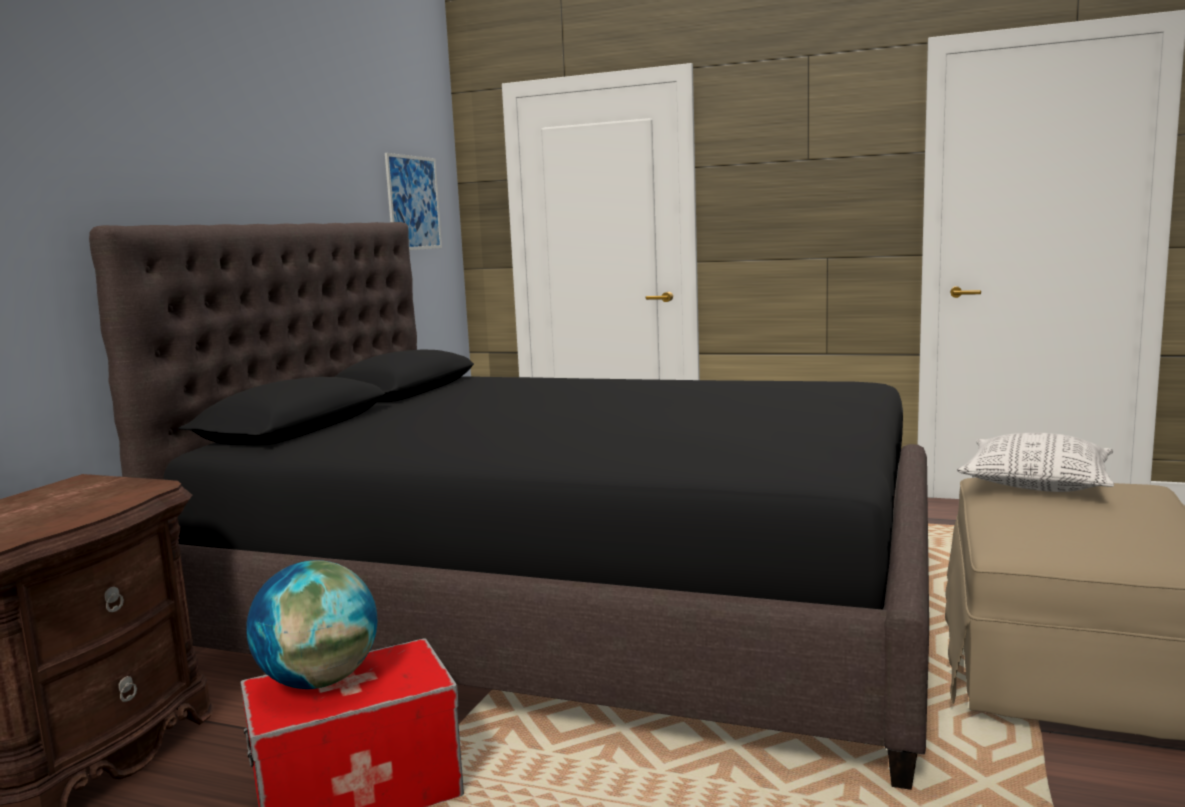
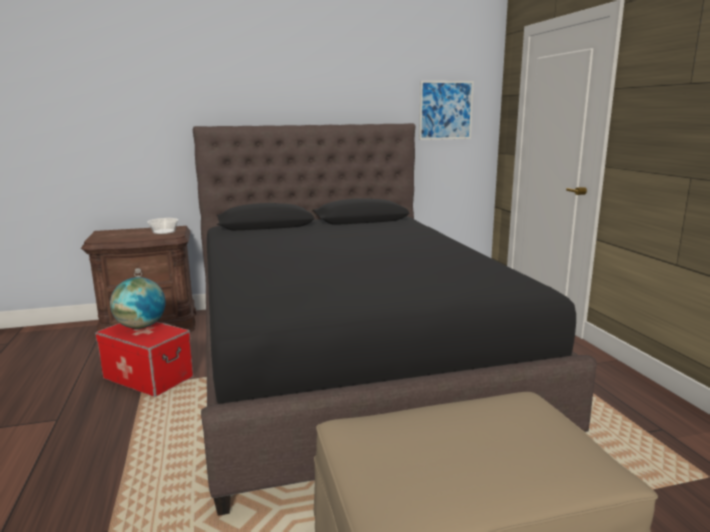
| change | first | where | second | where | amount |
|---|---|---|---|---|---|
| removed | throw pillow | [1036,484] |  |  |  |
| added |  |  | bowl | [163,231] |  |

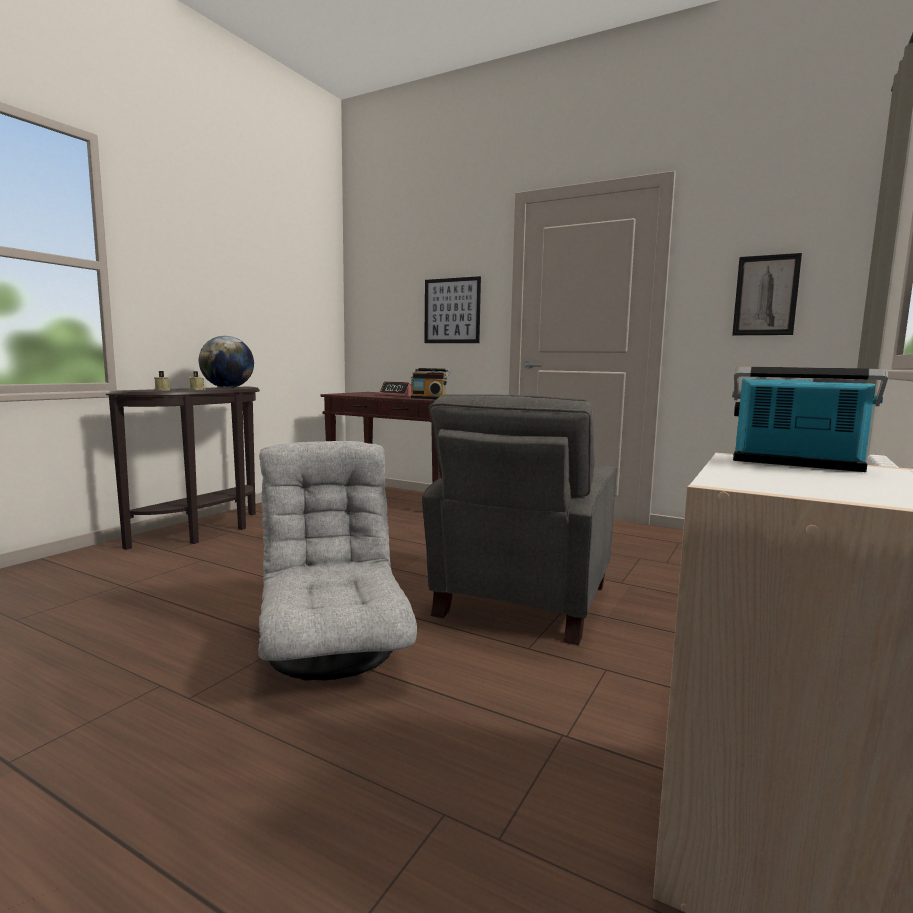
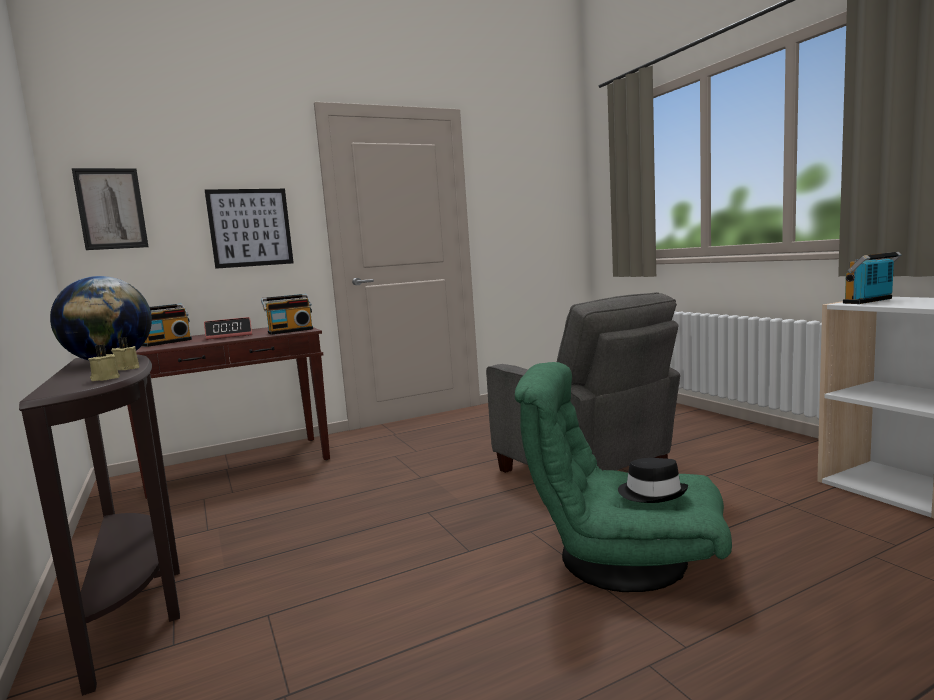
| change | first | where | second | where | amount |
|---|---|---|---|---|---|
| recoloured | gray lounge chair | [335,650] | green lounge chair | [625,559] |  |
| moved | wall art | [766,295] |  | [111,209] |  |
| added |  |  | radio | [166,342] |  |
| added |  |  | black wearable hat | [652,493] |  |

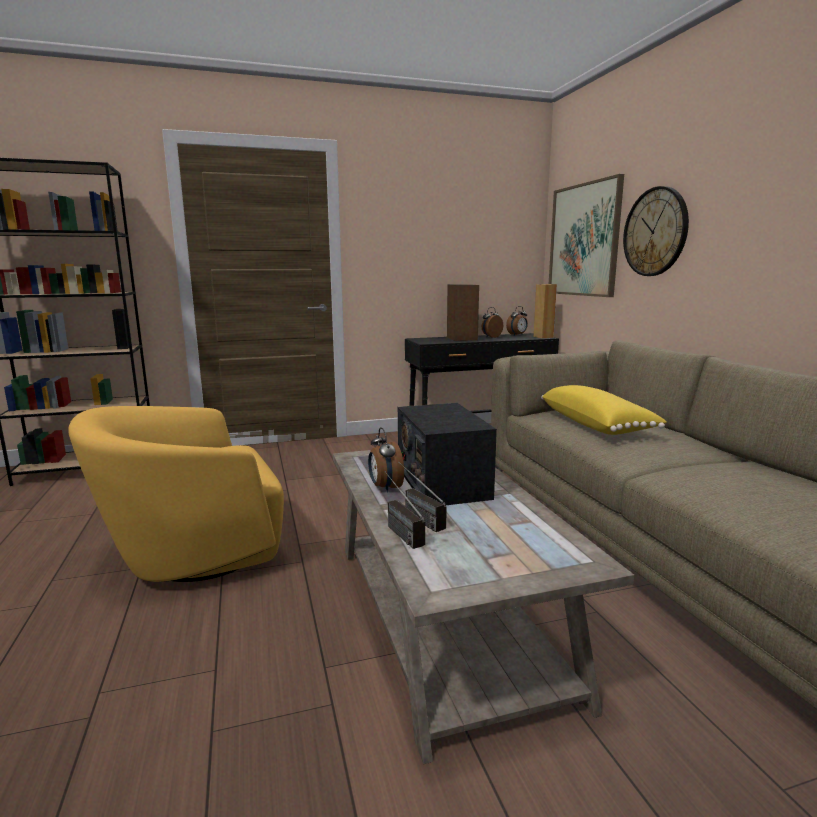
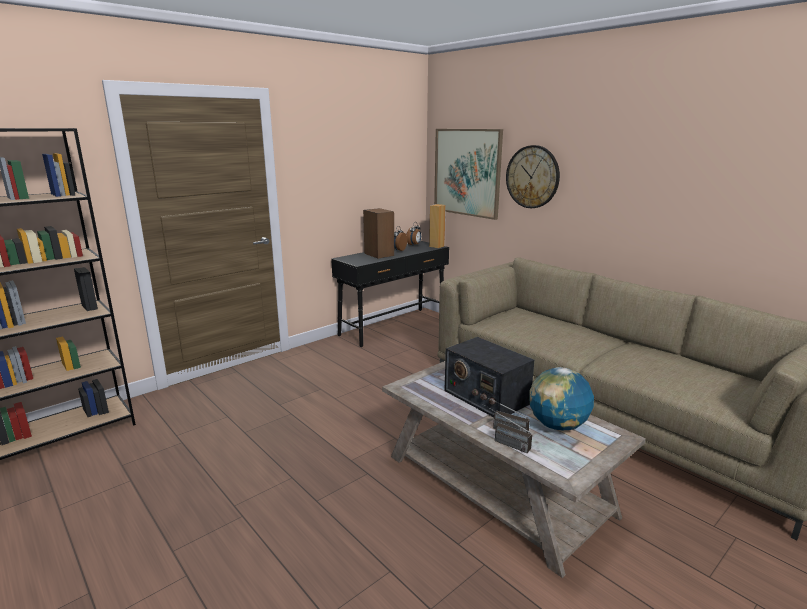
| change | first | where | second | where | amount |
|---|---|---|---|---|---|
| removed | yellow lounge chair | [194,554] |  |  |  |
| removed | alarm clock | [385,487] |  |  |  |
| removed | yellow throw pillow | [596,425] |  |  |  |
| added |  |  | desk globe | [557,425] |  |

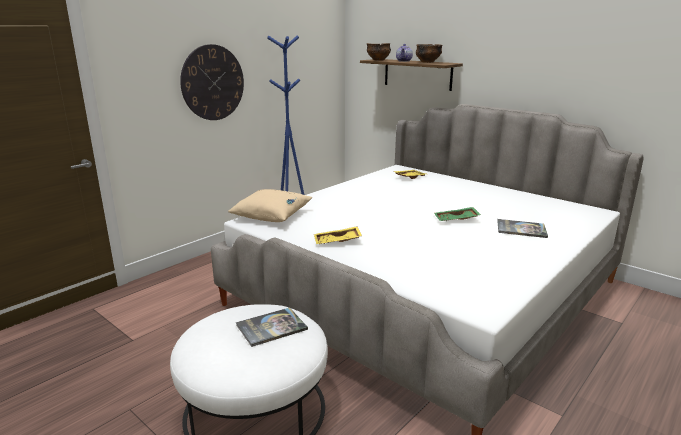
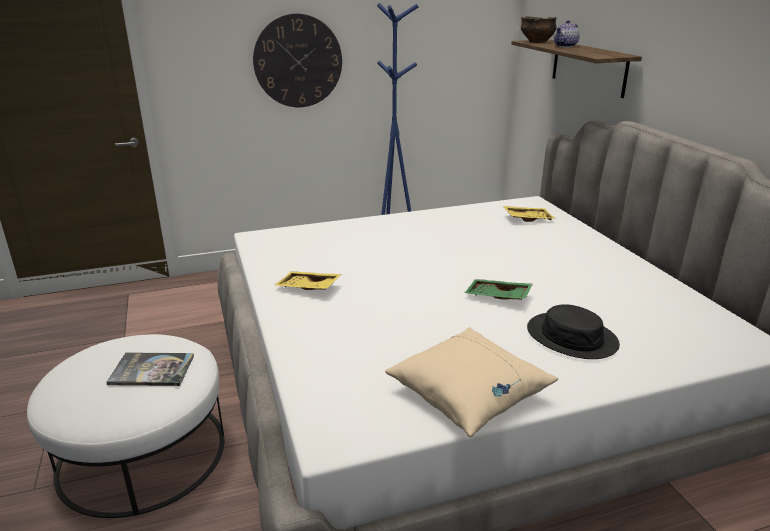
| change | first | where | second | where | amount |
|---|---|---|---|---|---|
| moved | beige throw pillow | [271,216] |  | [468,395] |  |
| removed | bowl | [427,62] |  |  |  |
| replaced | volume | [521,229] | black wearable hat | [571,337] |  |

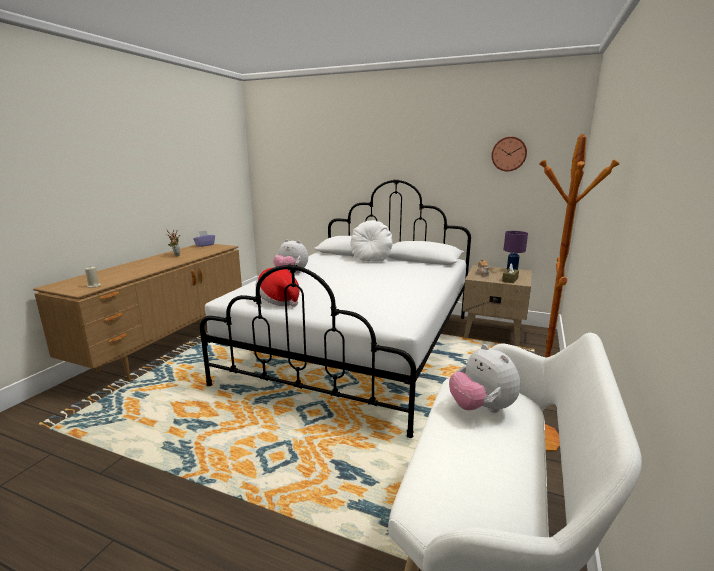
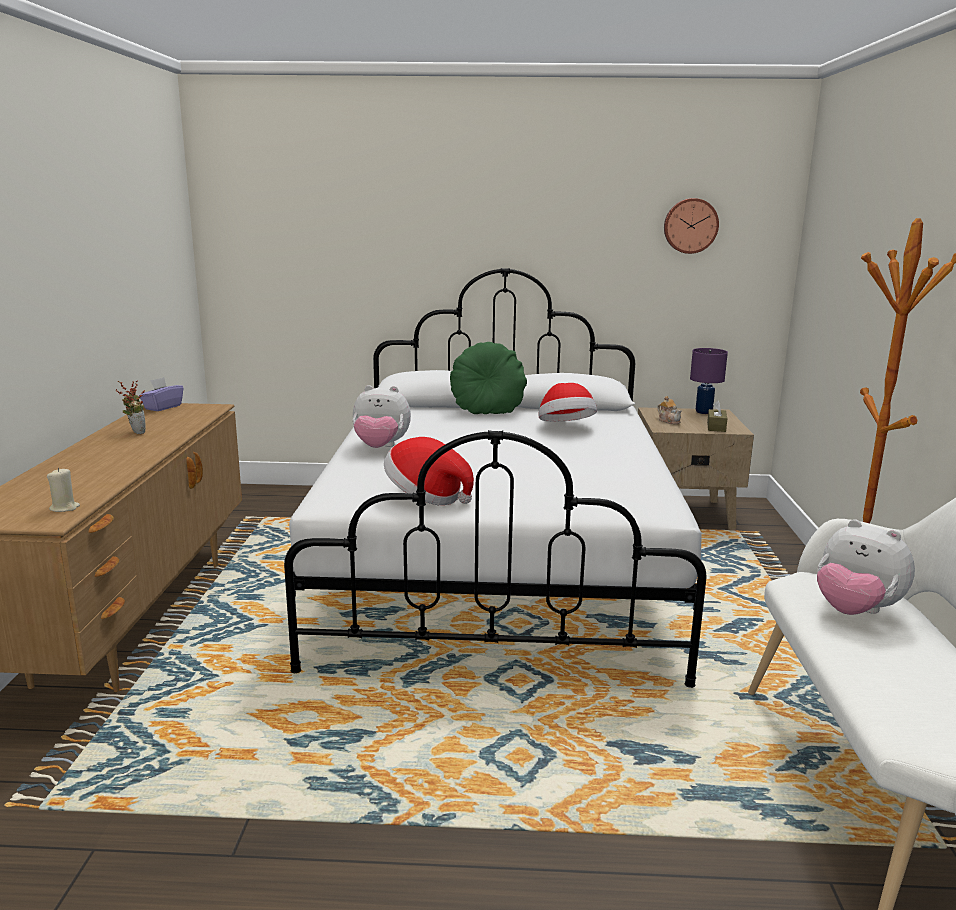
| change | first | where | second | where | amount |
|---|---|---|---|---|---|
| recoloured | white-coloured throw pillow | [371,260] | green throw pillow | [487,412] |  |
| added |  |  | wearable hat | [566,427] |  |

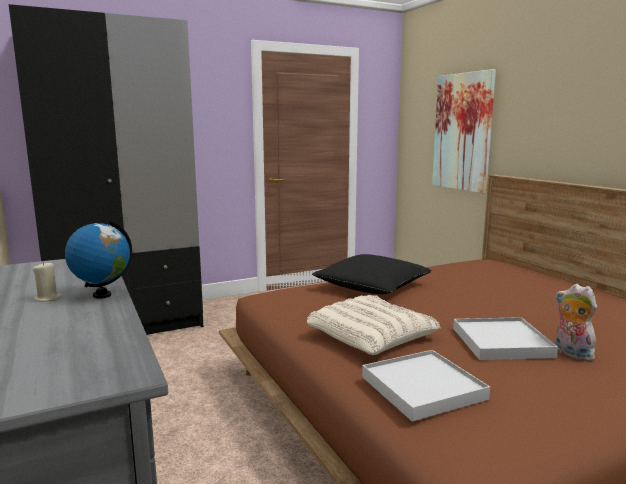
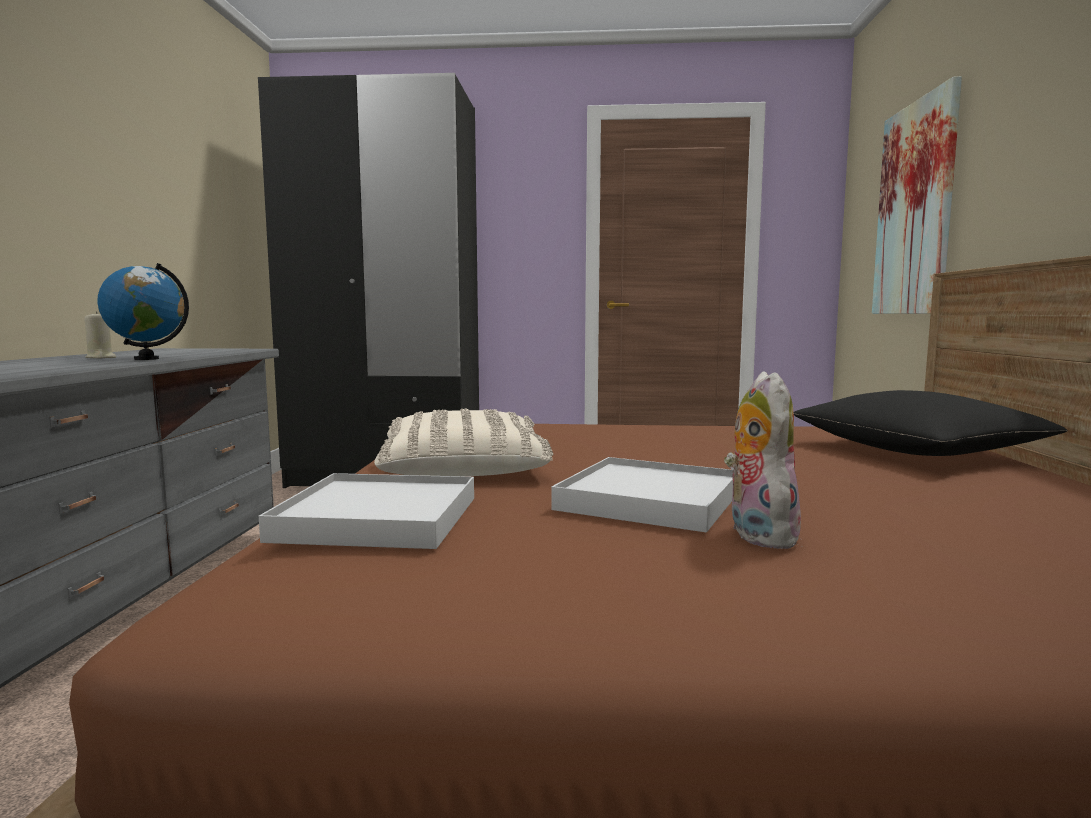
| change | first | where | second | where | amount |
|---|---|---|---|---|---|
| moved | black throw pillow | [372,287] |  | [918,451] |  |

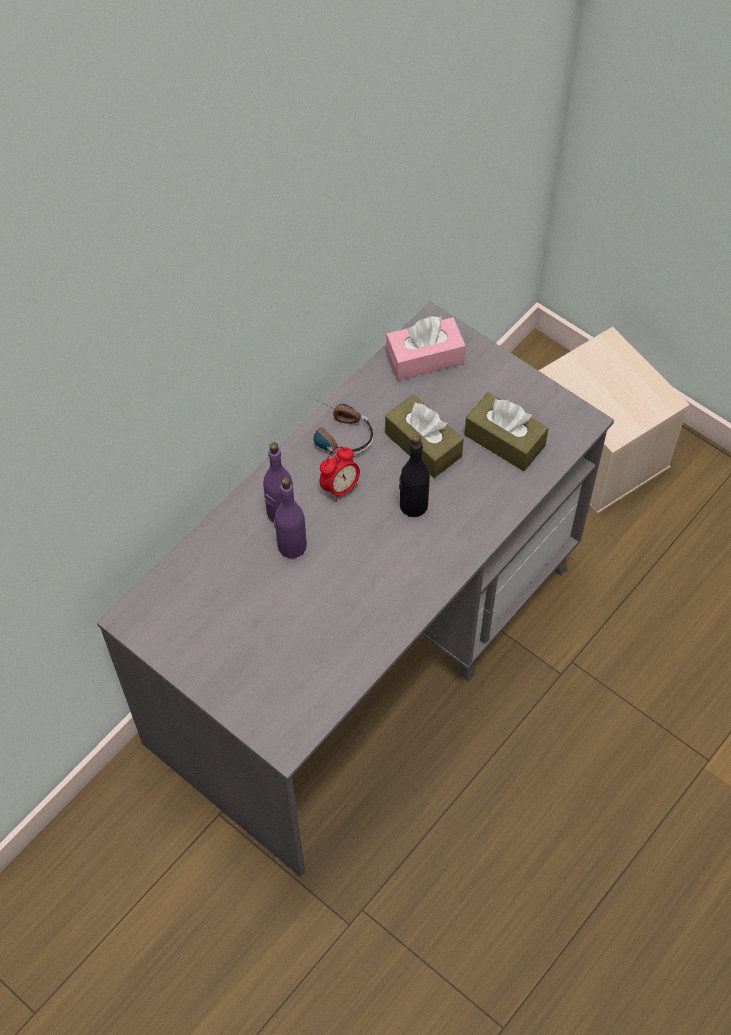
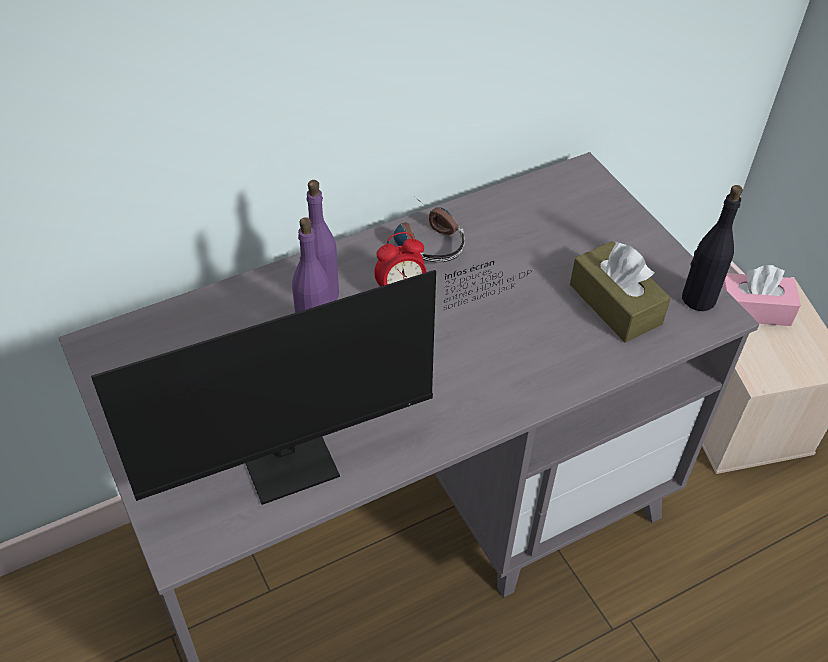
| change | first | where | second | where | amount |
|---|---|---|---|---|---|
| removed | brownish tissue box | [423,445] |  |  |  |
| moved | pink-coloured tissue box | [425,358] |  | [753,309] |  |
| moved | black beverage bottle | [413,505] |  | [698,299] |  |
| added |  |  | computer screen | [303,456] |  |

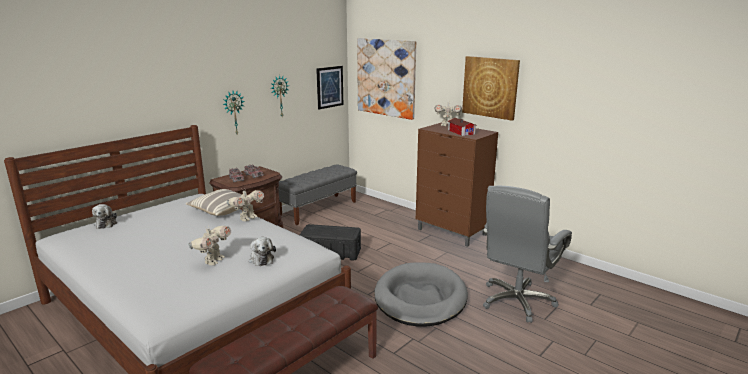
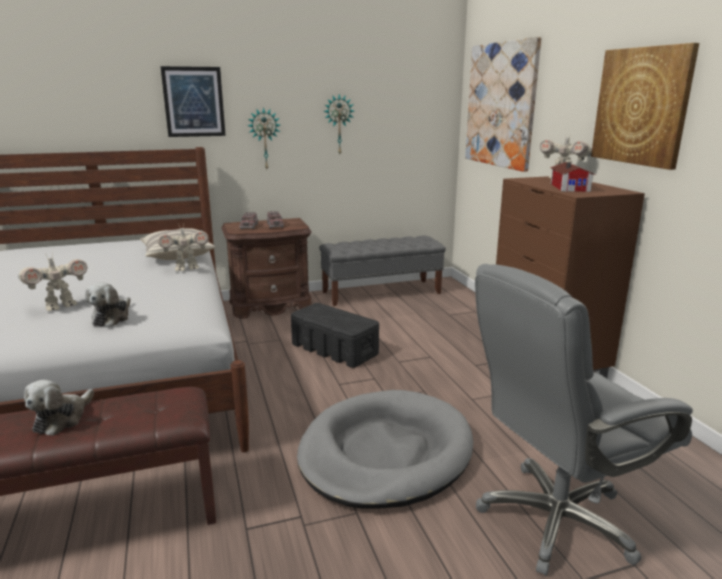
| change | first | where | second | where | amount |
|---|---|---|---|---|---|
| moved | soft toy | [106,223] |  | [62,419] |  |
| moved | wall art | [329,87] |  | [194,102] |  |

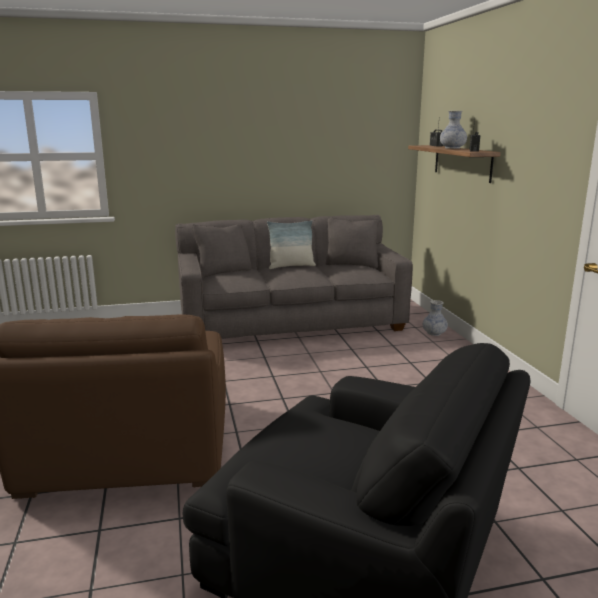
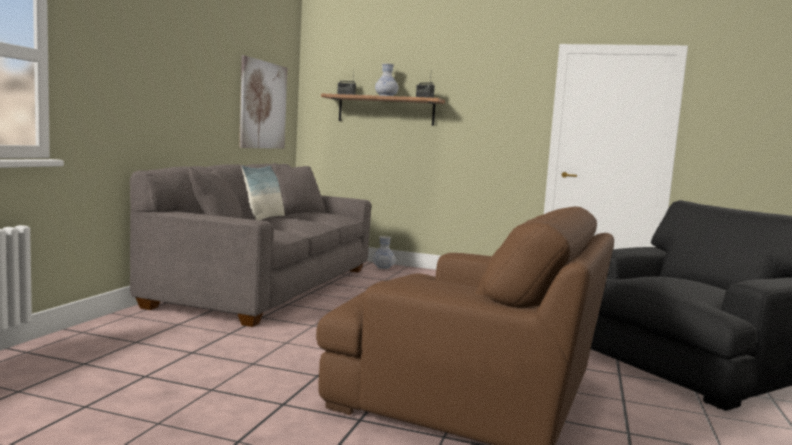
| change | first | where | second | where | amount |
|---|---|---|---|---|---|
| added |  |  | wall art | [263,105] |  |

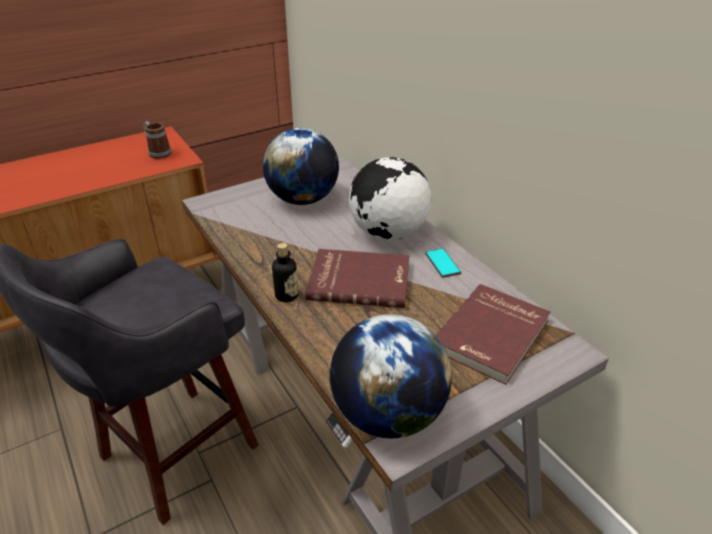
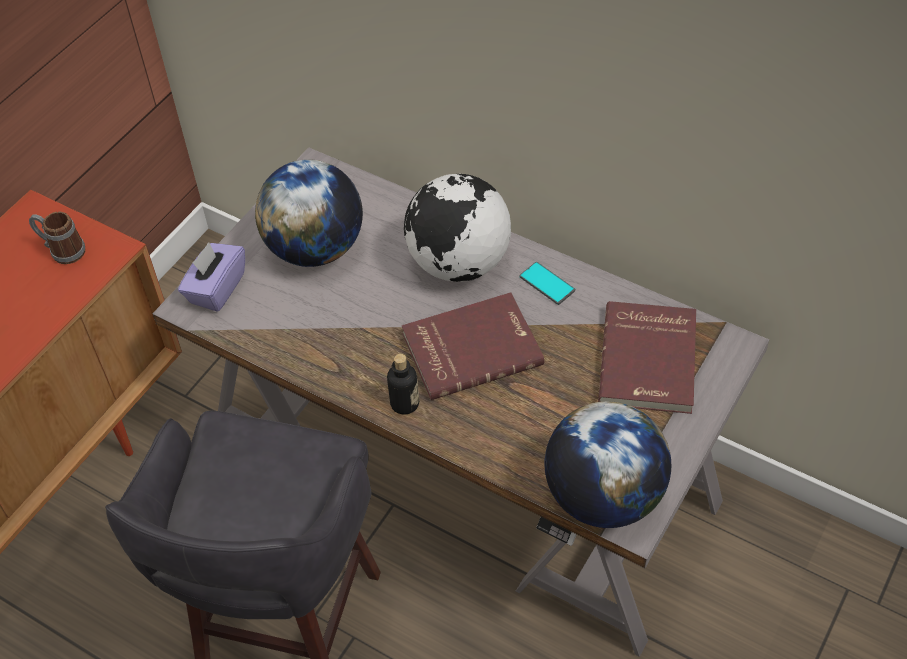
| change | first | where | second | where | amount |
|---|---|---|---|---|---|
| added |  |  | purple tissue box | [216,289] |  |

